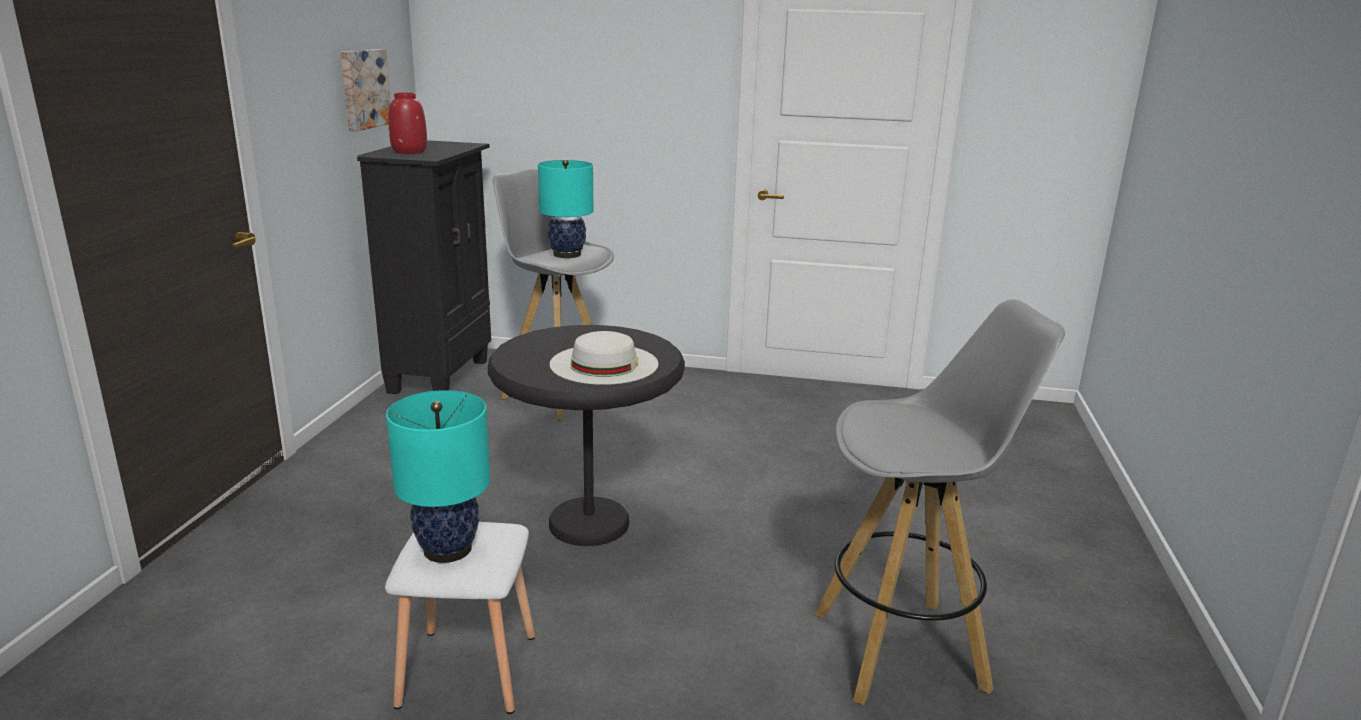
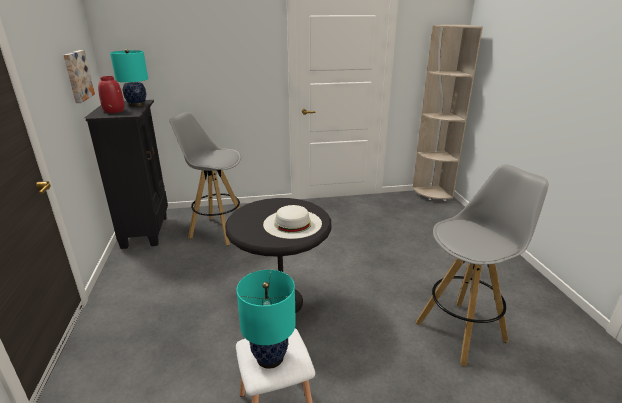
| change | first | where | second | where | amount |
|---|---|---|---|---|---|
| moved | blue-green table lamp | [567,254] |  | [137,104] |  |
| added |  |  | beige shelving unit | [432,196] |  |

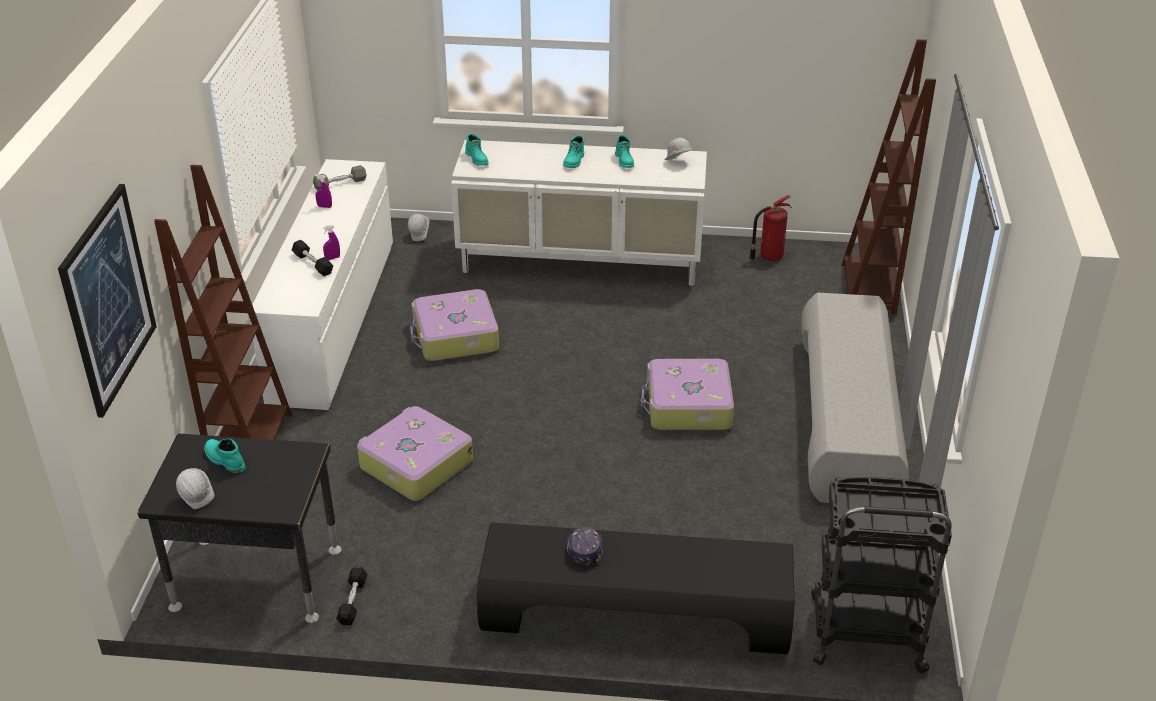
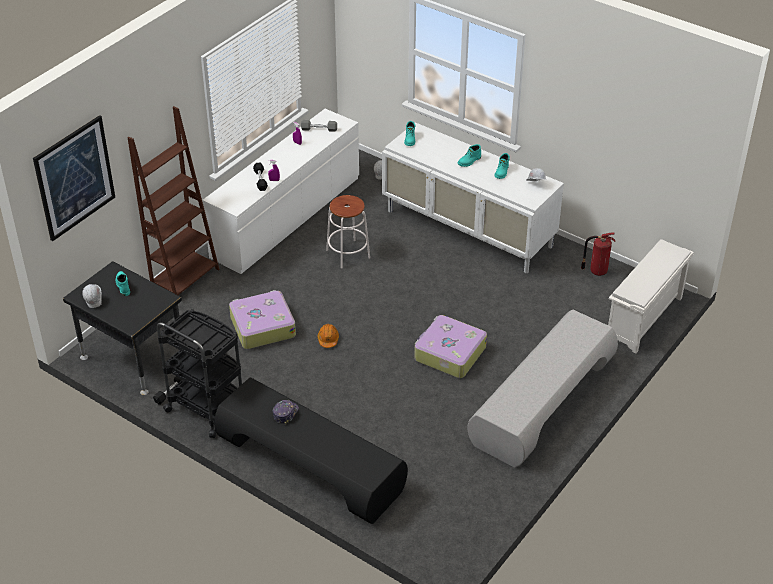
| change | first | where | second | where | amount |
|---|---|---|---|---|---|
| replaced | piece of luggage | [455,337] | white-coloured sitting stool | [348,254] |  |
| moved | black trolley | [867,632] |  | [207,408] |  |
| replaced | brownish shelving unit | [868,289] | white-coloured shoe shelf | [644,319] |  |
| added |  |  | orangey hard hat | [328,339] |  |

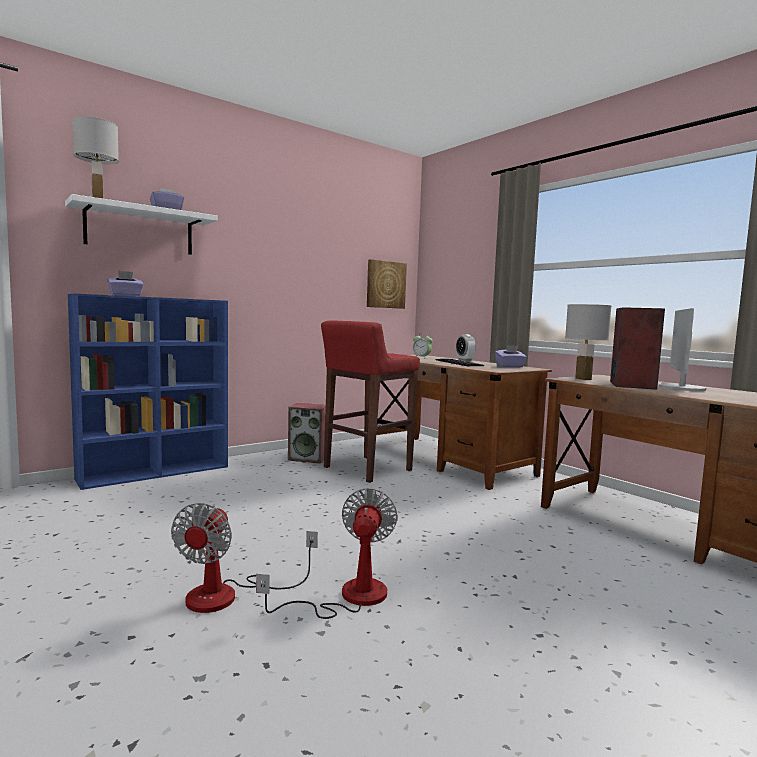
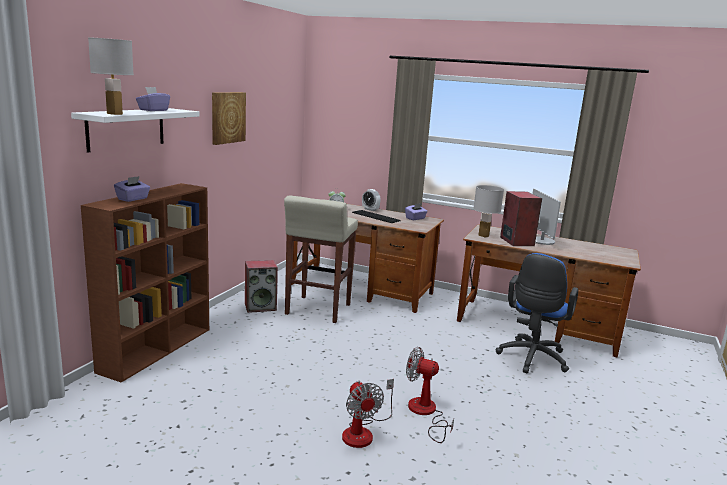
| change | first | where | second | where | amount |
|---|---|---|---|---|---|
| recoloured | blue shelving unit | [156,472] | brownish shelving unit | [157,349] |  |
| turned | electric fan | [348,597] |  | [425,413] | 45 degrees counterclockwise |
| recoloured | red sitting stool | [366,469] | beige sitting stool | [317,310] |  |
| moved | wall art | [385,284] |  | [227,117] |  |
| added |  |  | blue desk chair | [531,359] |  |

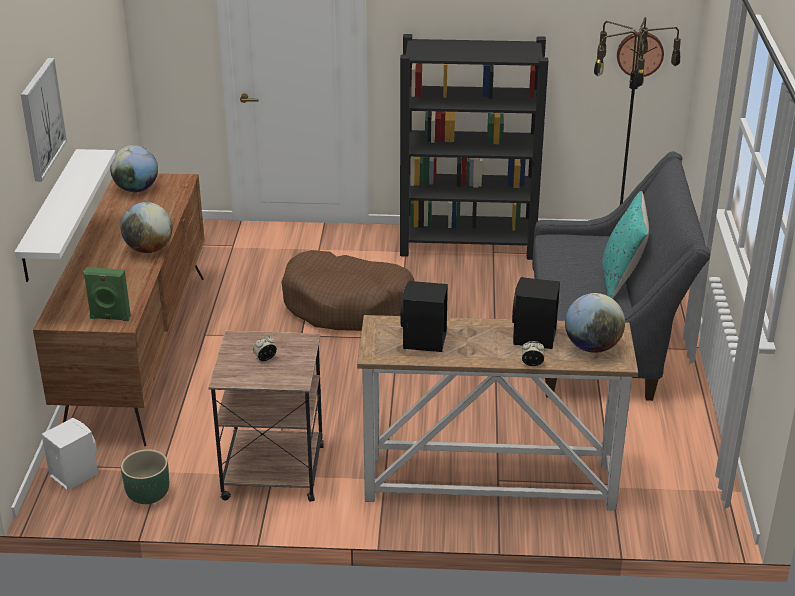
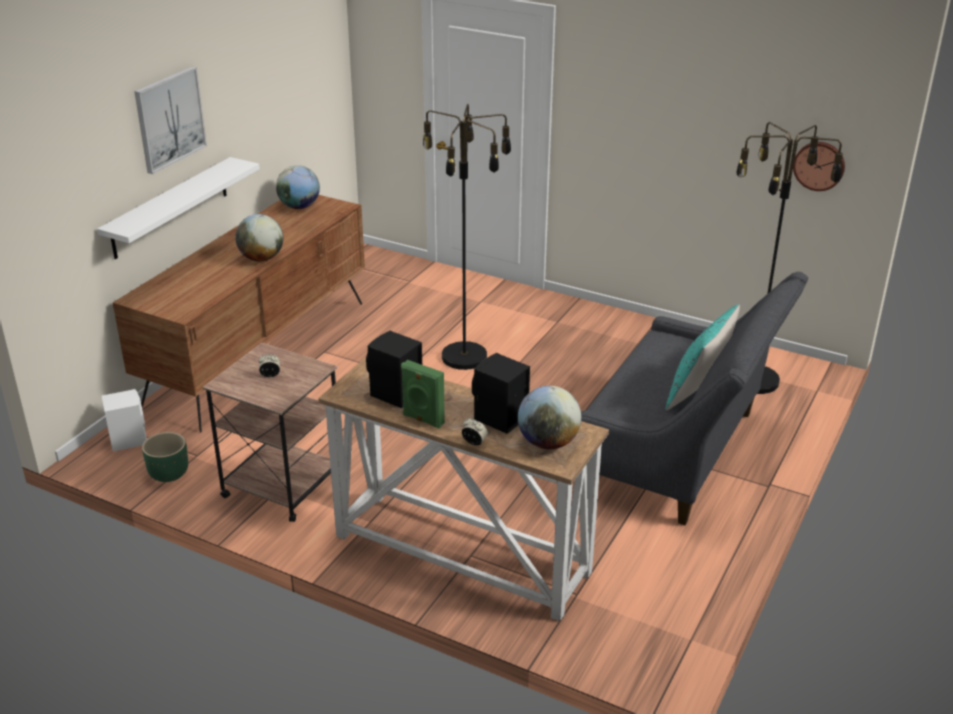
| change | first | where | second | where | amount |
|---|---|---|---|---|---|
| moved | green audio speaker | [110,318] |  | [422,420] |  |
| replaced | brownish pet bed | [348,305] | standard lamp | [465,357] |  |
| removed | black shelving unit | [467,243] |  |  |  |

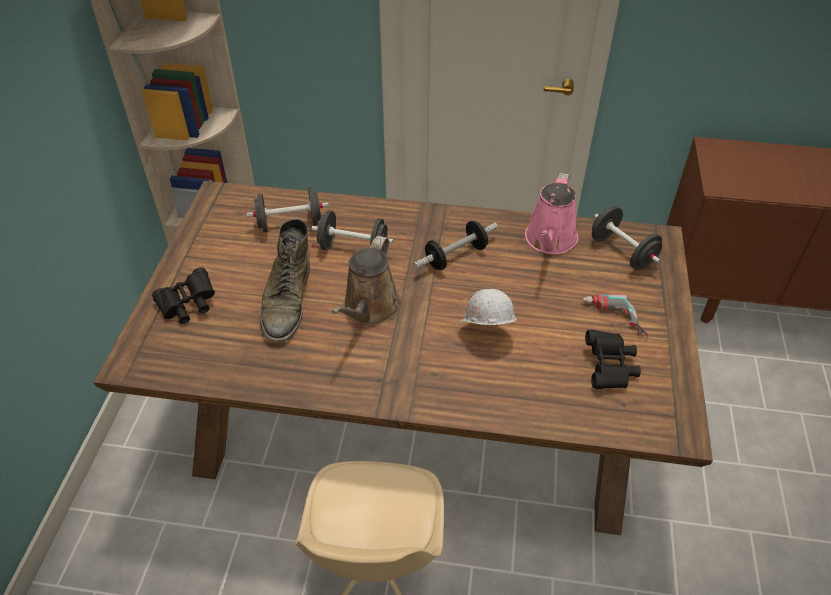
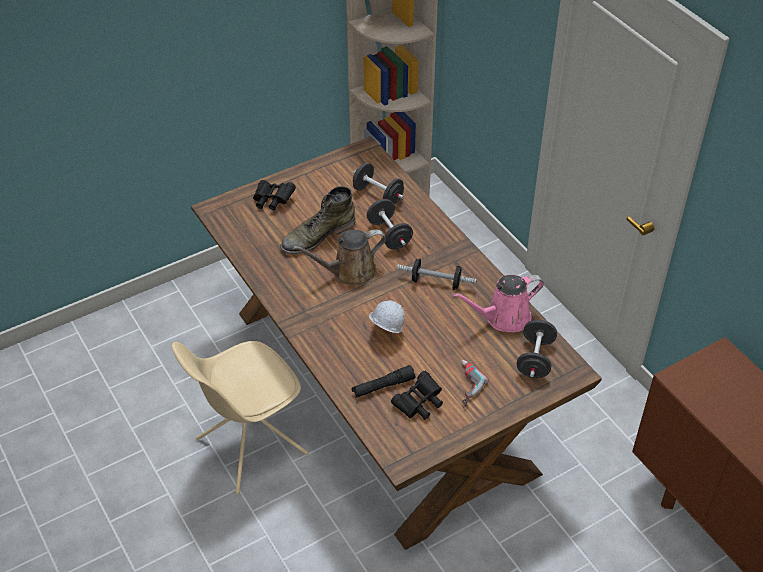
| change | first | where | second | where | amount |
|---|---|---|---|---|---|
| added |  |  | black flashlight | [383,386] |  |

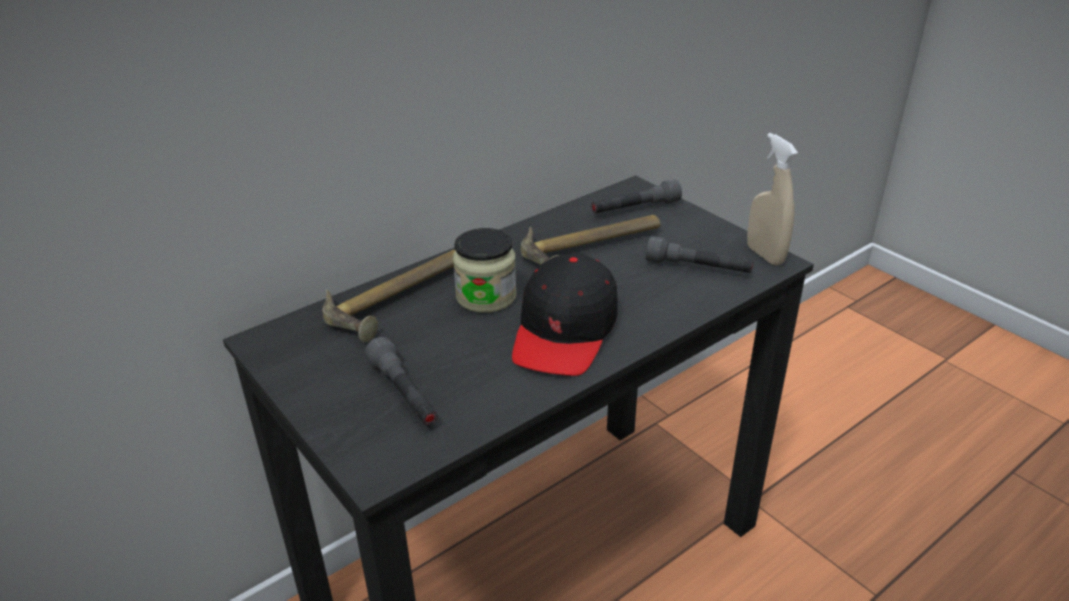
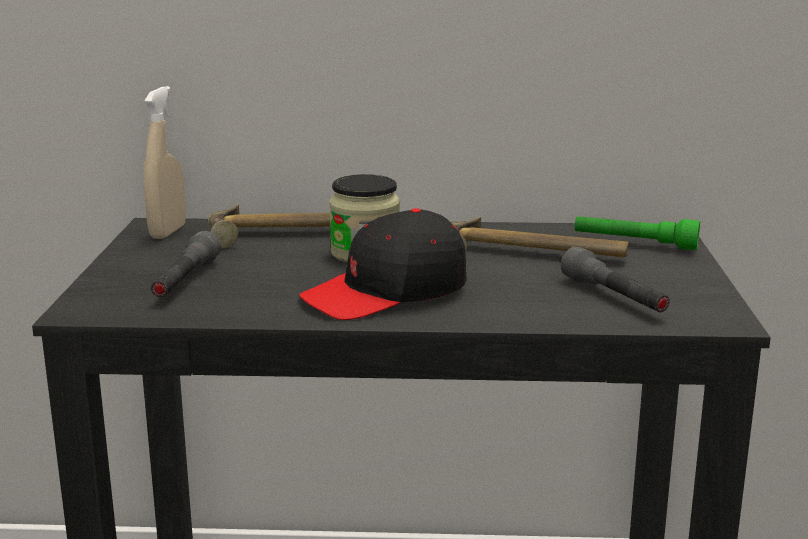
| change | first | where | second | where | amount |
|---|---|---|---|---|---|
| recoloured | gray flashlight | [635,209] | green flashlight | [634,244] |  |
| moved | beige sprayer | [765,255] |  | [168,232] |  |

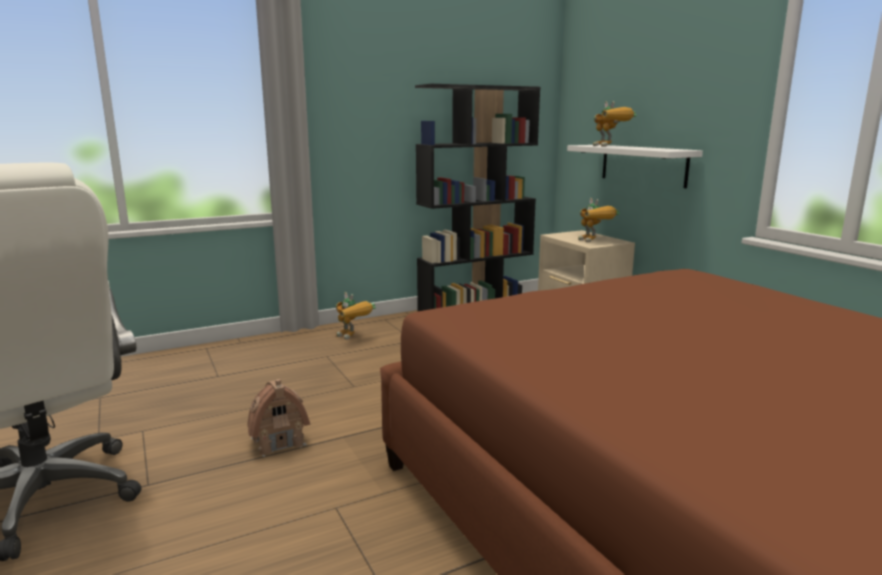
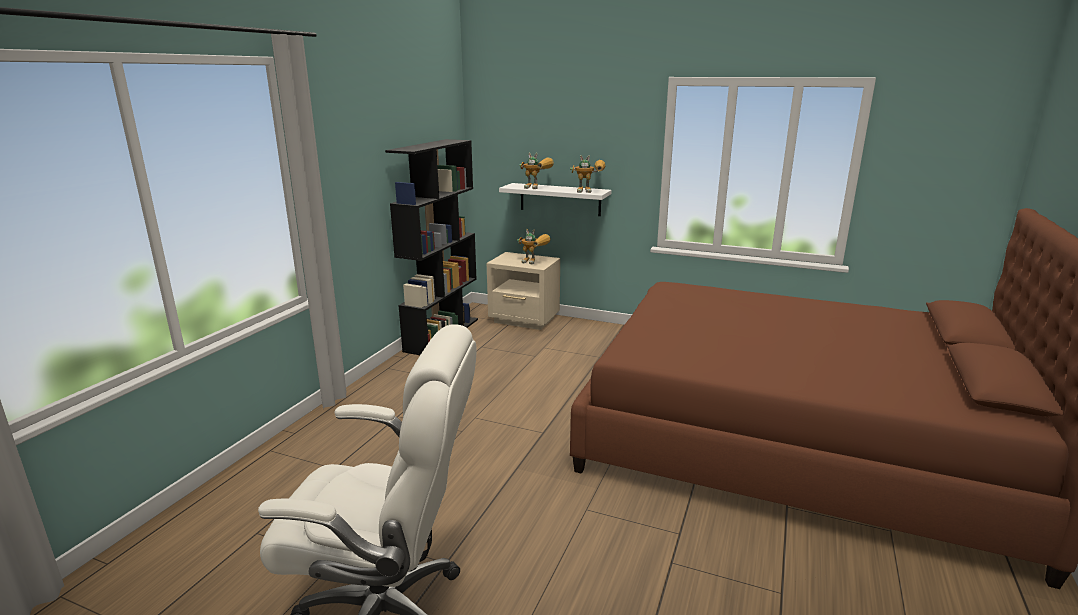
| change | first | where | second | where | amount |
|---|---|---|---|---|---|
| removed | miniature house | [278,441] |  |  |  |
| moved | model robot | [353,337] |  | [590,191] |  |

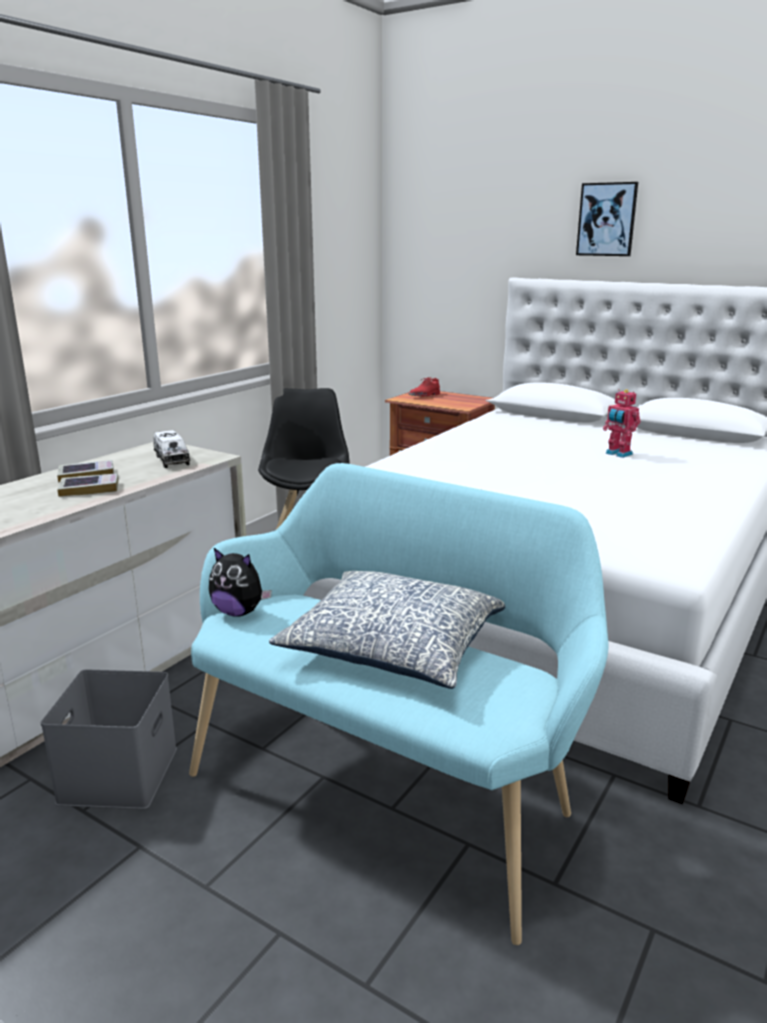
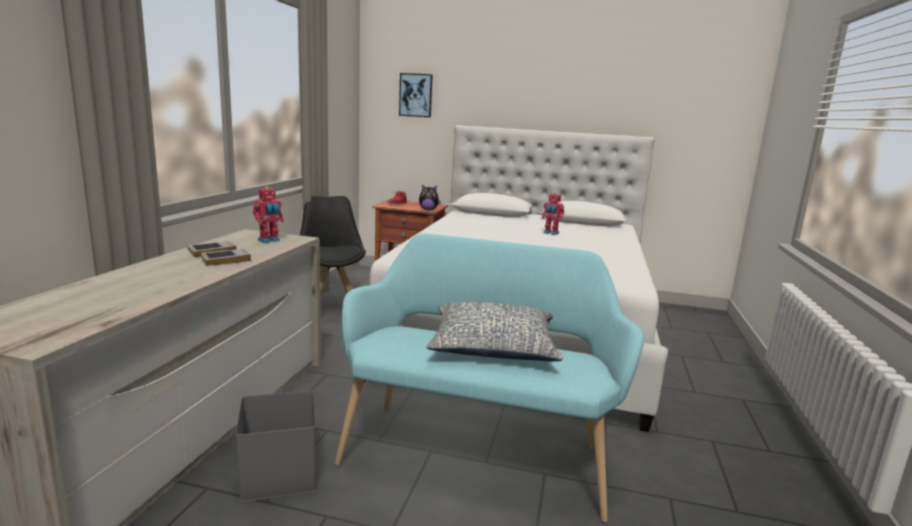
| change | first | where | second | where | amount |
|---|---|---|---|---|---|
| replaced | toy truck | [172,459] | model robot | [269,241] |  |
| moved | soft toy | [239,612] |  | [428,210] |  |
| moved | wall art | [607,219] |  | [416,95] |  |

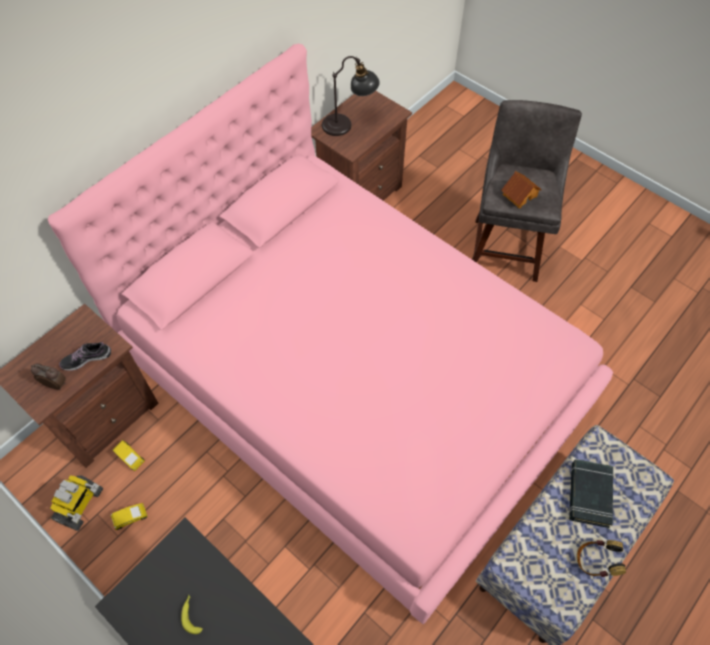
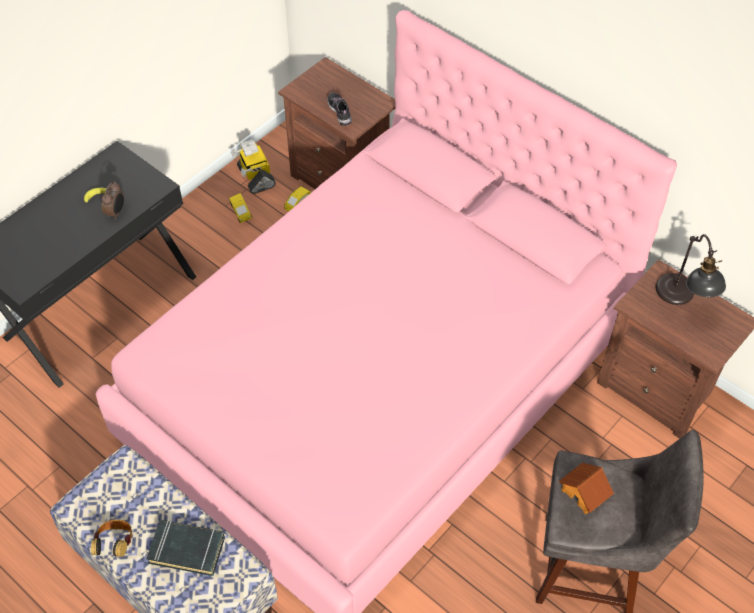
| change | first | where | second | where | amount |
|---|---|---|---|---|---|
| moved | alarm clock | [55,384] |  | [116,212] |  |
| turned | model robot | [80,505] |  | [255,177] | 45 degrees clockwise |

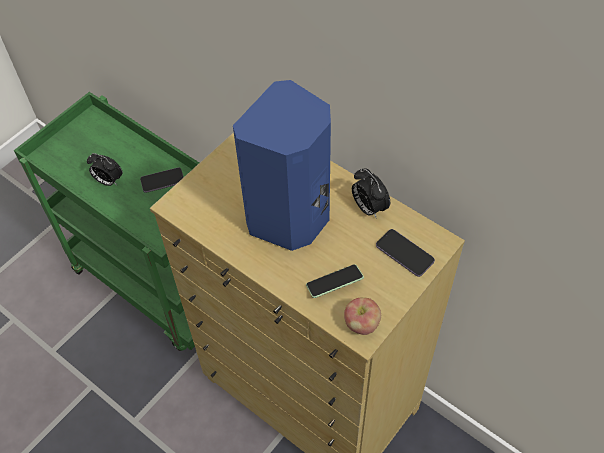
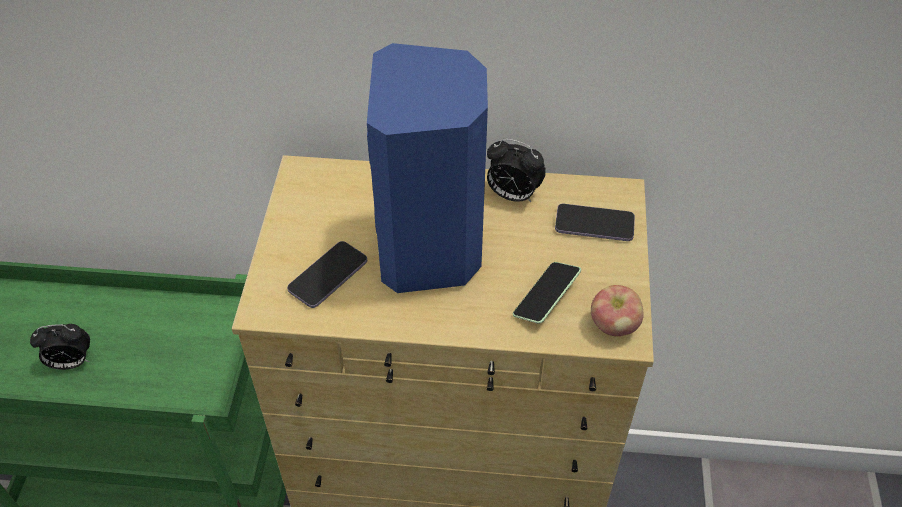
| change | first | where | second | where | amount |
|---|---|---|---|---|---|
| moved | handset | [162,181] |  | [328,276] |  |

